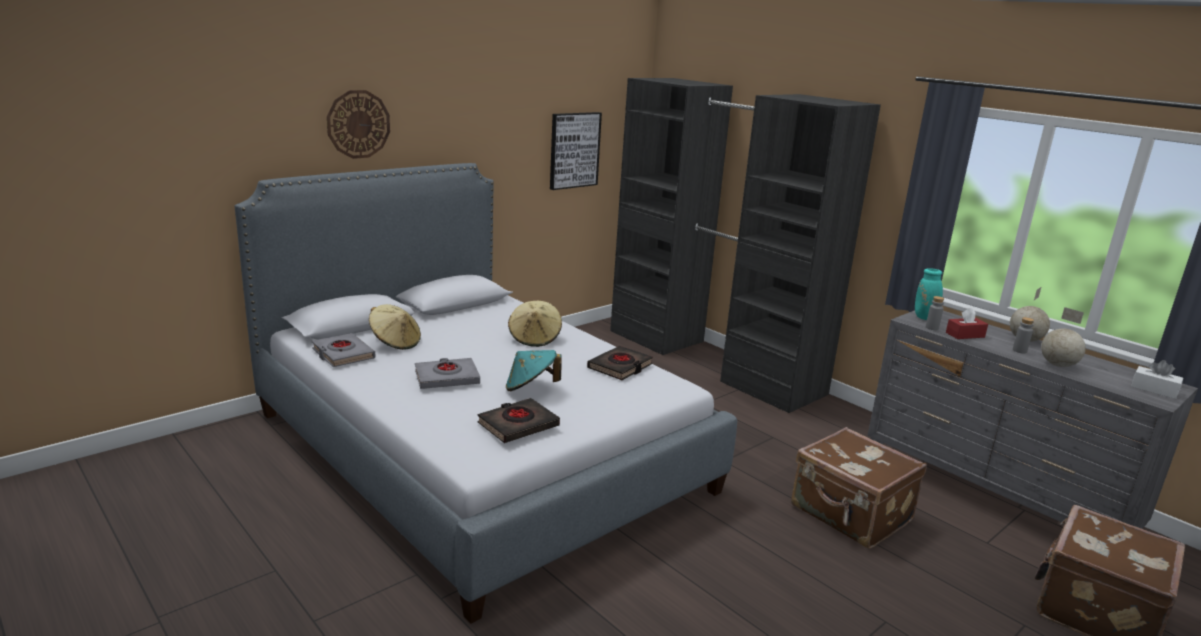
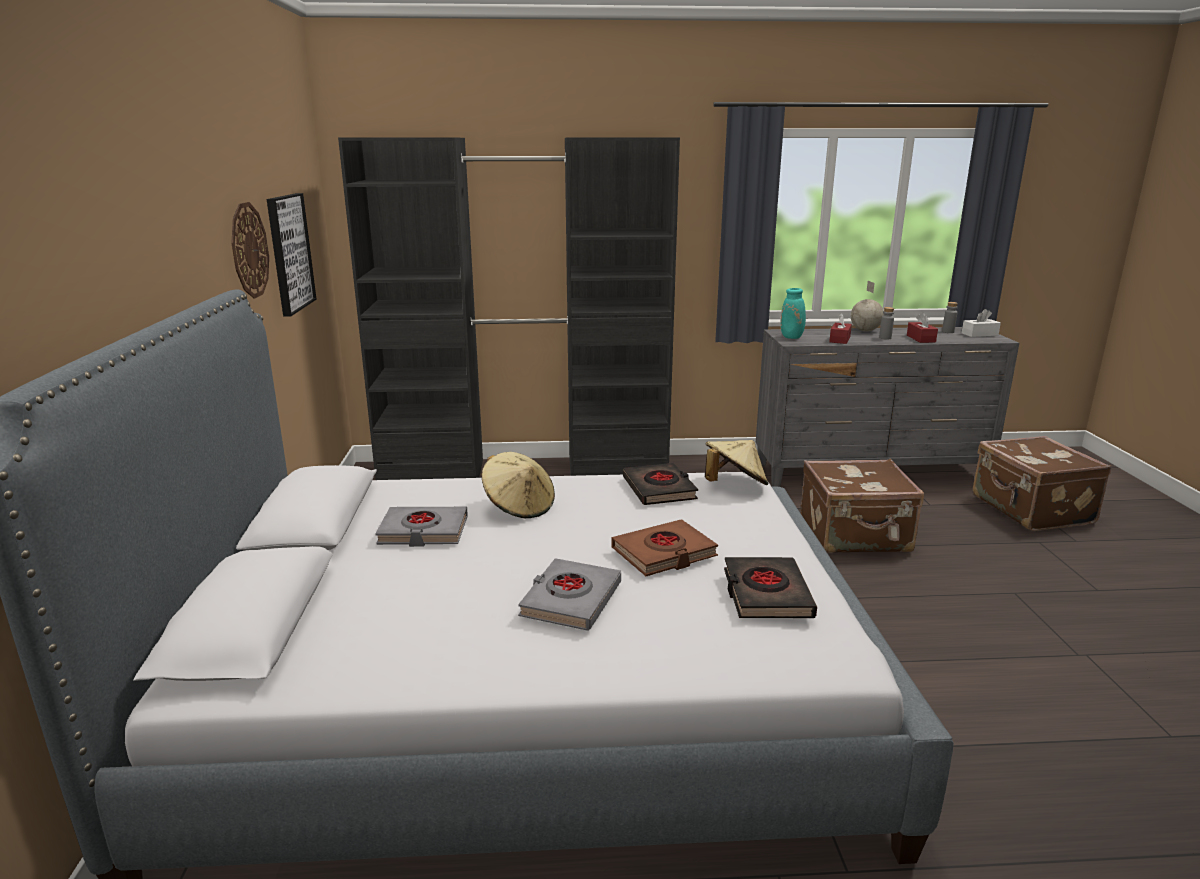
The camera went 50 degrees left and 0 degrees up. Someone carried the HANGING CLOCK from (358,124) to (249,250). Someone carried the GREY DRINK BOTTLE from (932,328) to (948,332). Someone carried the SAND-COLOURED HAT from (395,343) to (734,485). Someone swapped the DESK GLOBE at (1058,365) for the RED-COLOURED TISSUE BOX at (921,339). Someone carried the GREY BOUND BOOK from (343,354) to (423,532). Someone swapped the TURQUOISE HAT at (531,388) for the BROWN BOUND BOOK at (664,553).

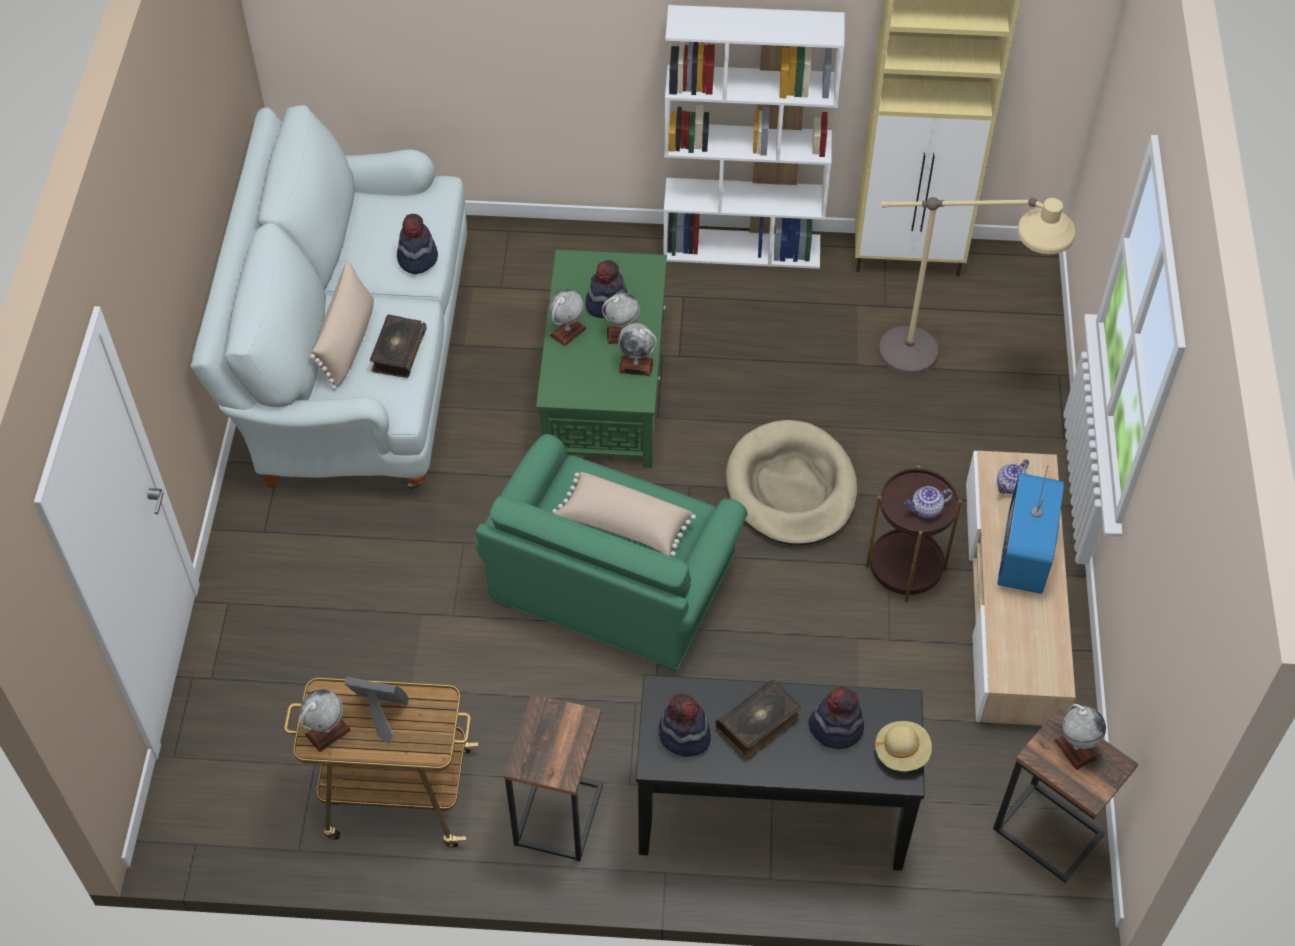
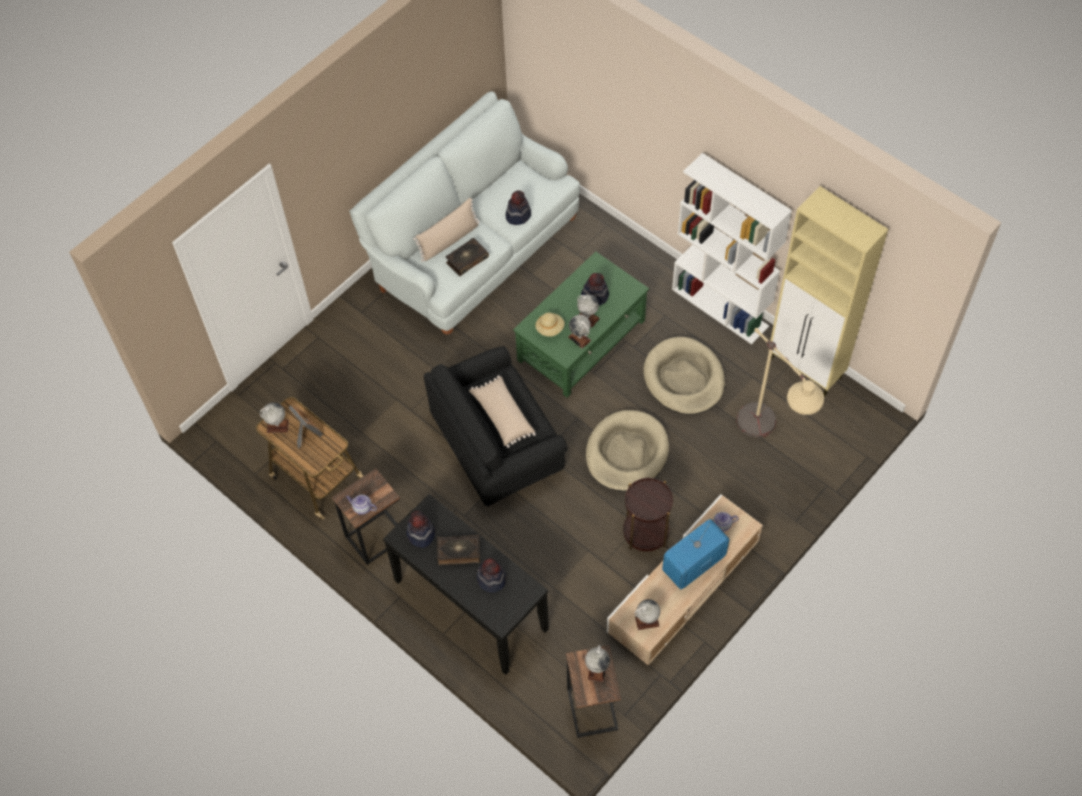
The camera went 40 degrees right and 5 degrees up. Someone carried the DESK GLOBE from (567,332) to (647,621). Someone repainted the GREEN-COLOURED EASY CHAIR at (612,580), which became the BLACK EASY CHAIR at (497,442). Someone carried the TEAPOT from (925,510) to (362,508). Someone carried the SAND-COLOURED HAT from (902,752) to (550,328). Someone put down the SAND-COLOURED PET BED at (684,378).

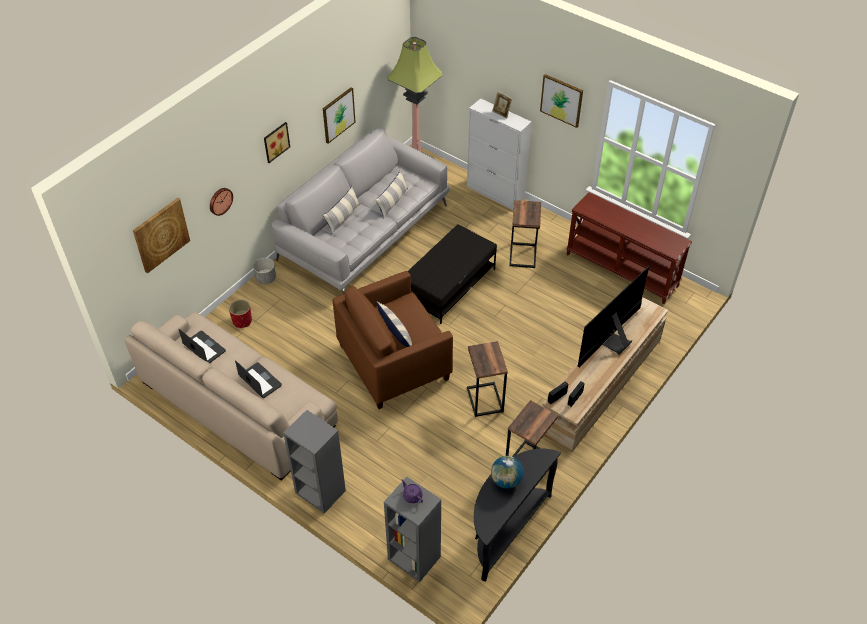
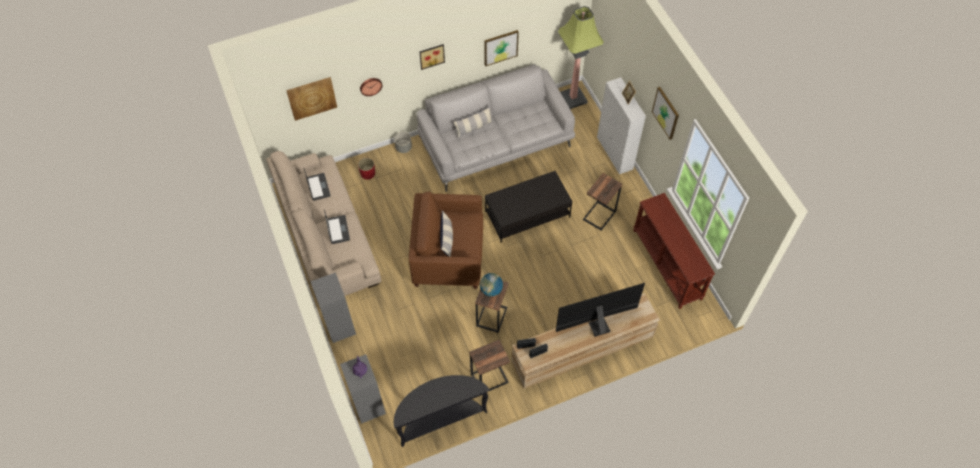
The camera went 30 degrees right and 10 degrees up. Someone took away the CUSHION at (392,202). Someone carried the DESK GLOBE from (506,480) to (491,290).

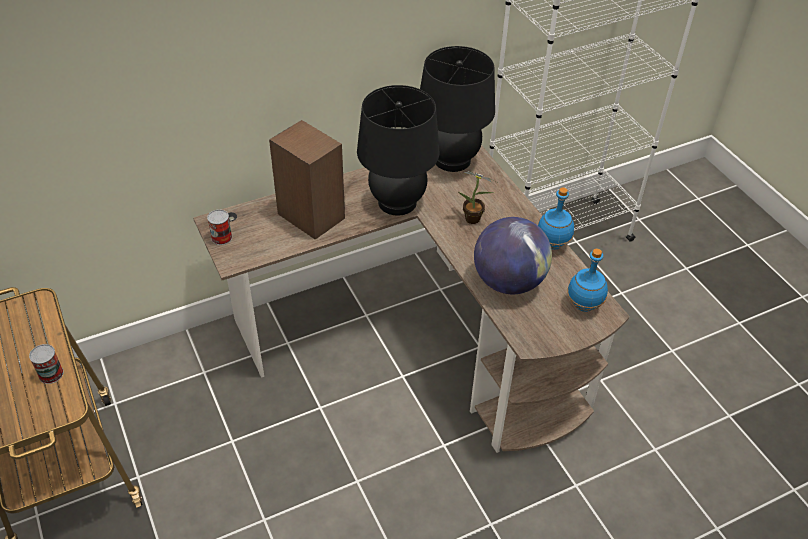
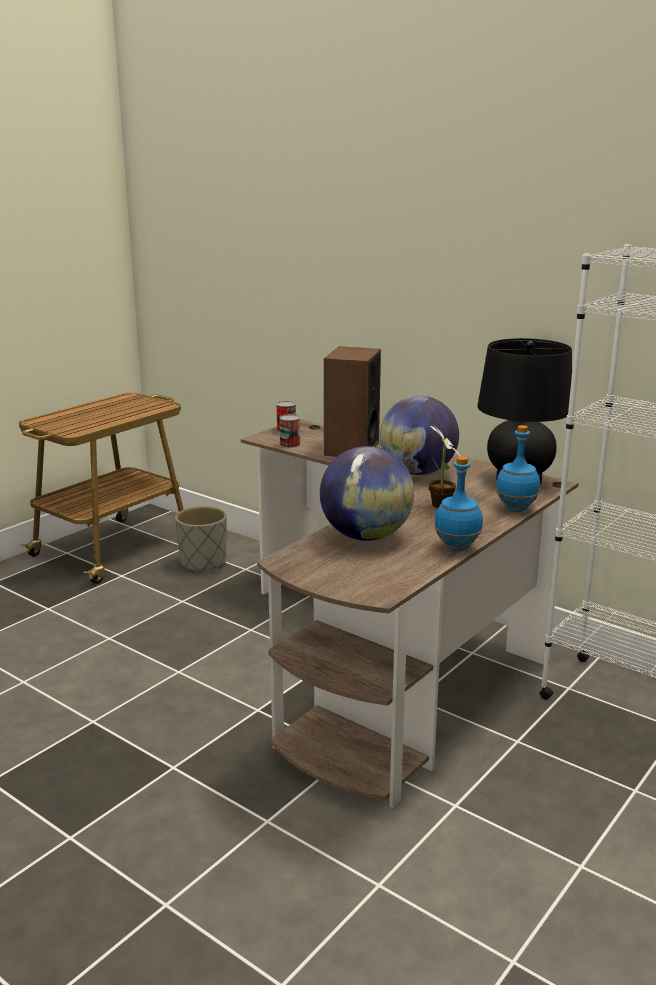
The camera went 65 degrees right and 25 degrees down. Someone swapped the BLACK LAMP FOR A TABLE at (397,202) for the DESK GLOBE at (417,472). Someone carried the BLUISH DRINK BOTTLE from (583,305) to (515,508). Someone carried the METAL CAN from (51,374) to (290,444). Someone put down the GREY PLANTER at (203,563).

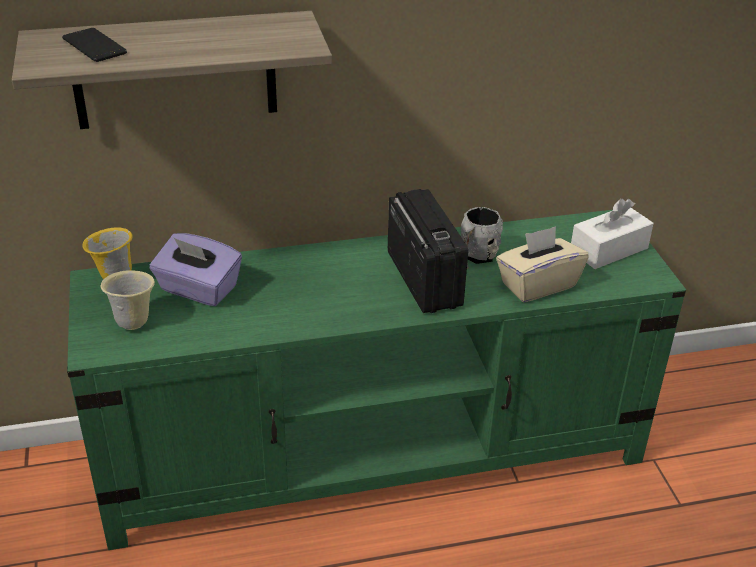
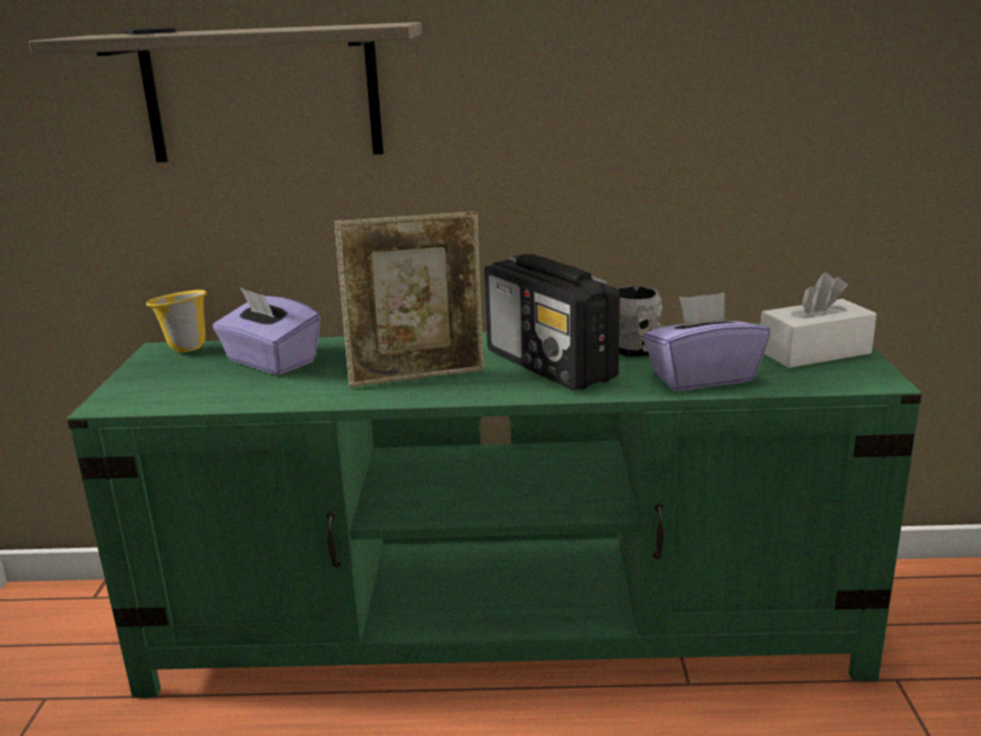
The camera went 15 degrees right and 15 degrees down. Someone rotated the RADIO RECEIVER at (423,278) by 150 degrees clockwise. Someone repainted the SAND-COLOURED TISSUE BOX at (537,284), which became the PURPLE TISSUE BOX at (702,377). Someone took away the SAND-COLOURED MUG at (134,321). Someone put down the STANDING FRAME at (418,376).

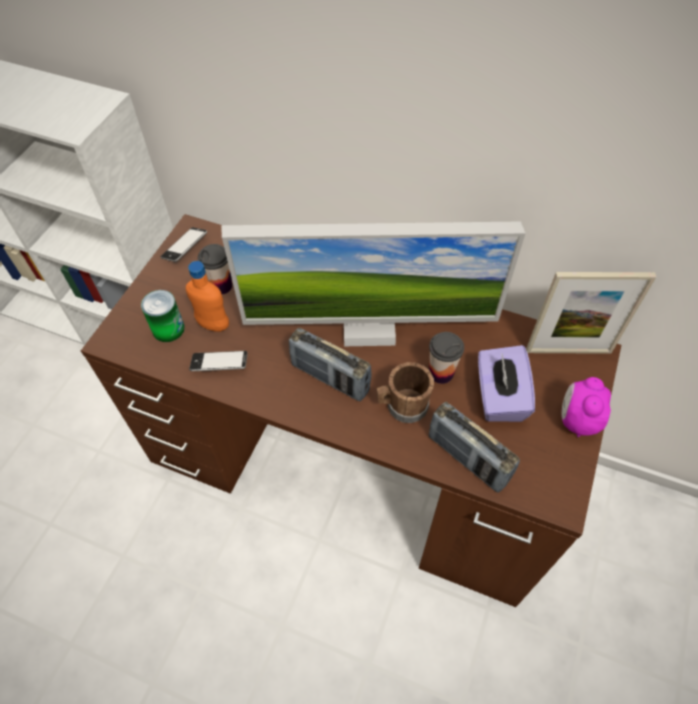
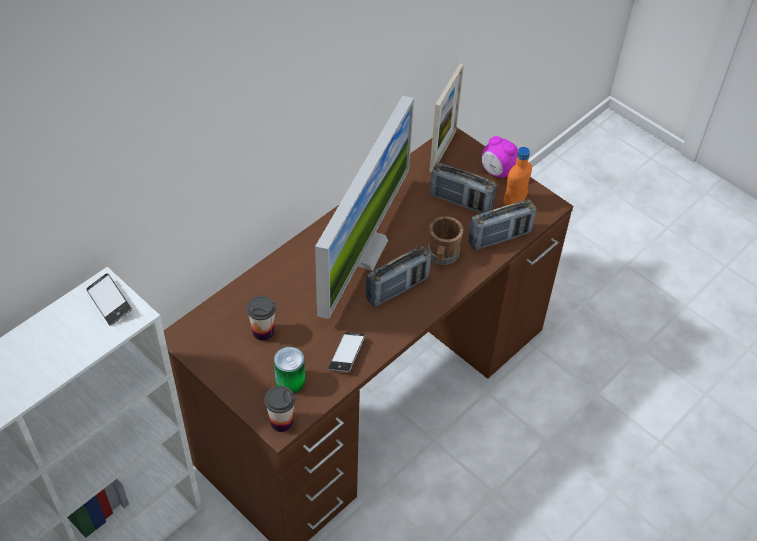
The camera went 70 degrees left and 5 degrees down. Someone carried the PHONE from (185,247) to (109,302). Someone carried the ORANGE DRINK BOTTLE from (213,325) to (514,201). Someone carried the CUP from (441,373) to (281,422). Someone swapped the PURPLE TISSUE BOX at (499,396) for the RADIO RECEIVER at (460,202).

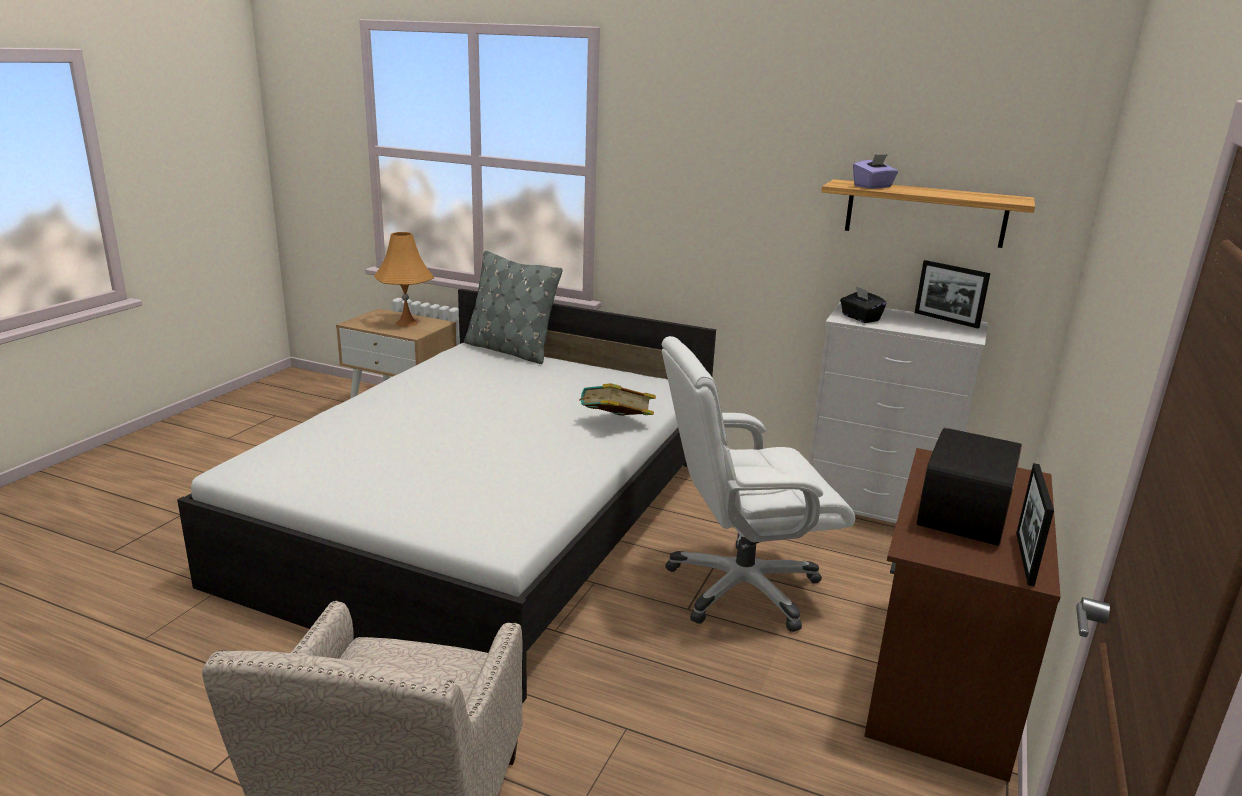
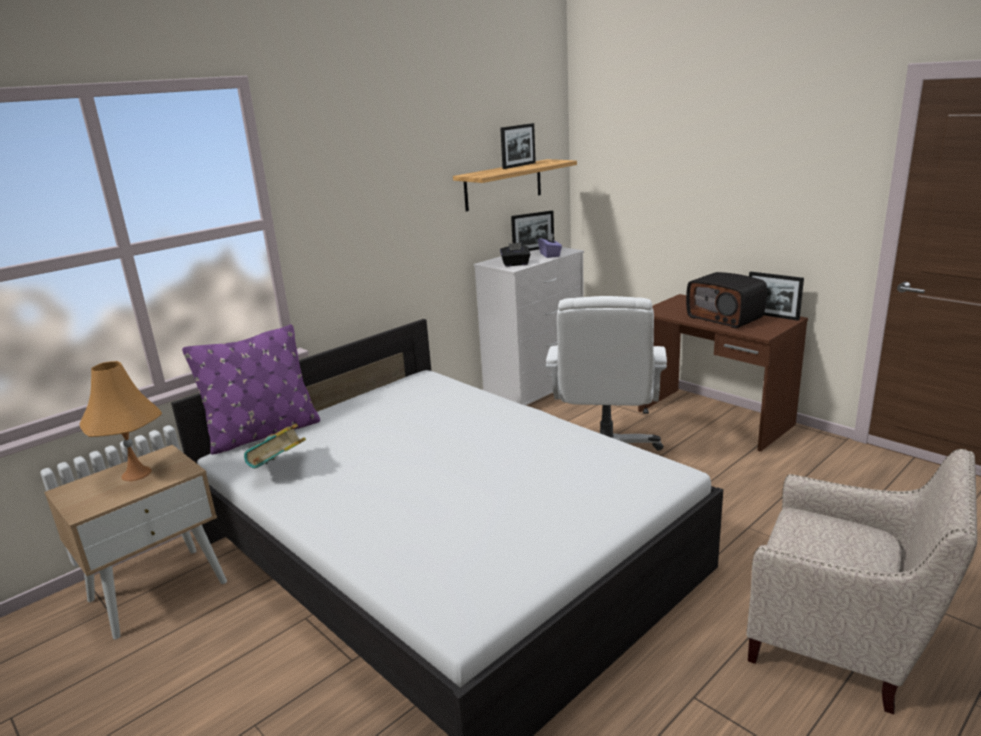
The camera went 65 degrees left and 0 degrees up. Someone carried the PURPLE TISSUE BOX from (873,187) to (550,255). Someone repainted the GREY CUSHION at (510,350), which became the PURPLE CUSHION at (263,433). Someone carried the BOUND BOOK from (615,424) to (280,469). Someone put down the STANDING FRAME at (519,165).

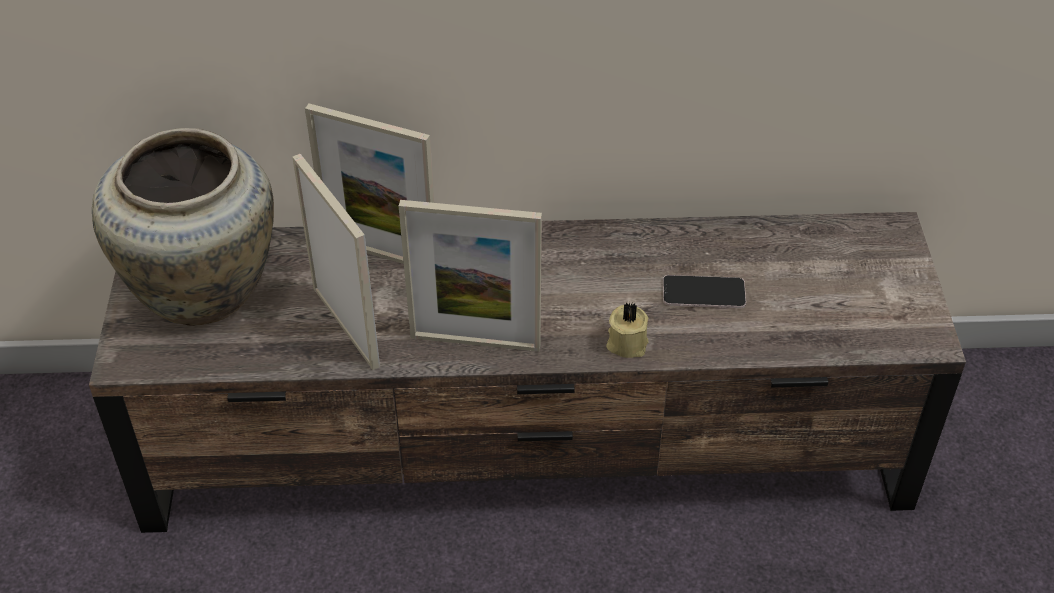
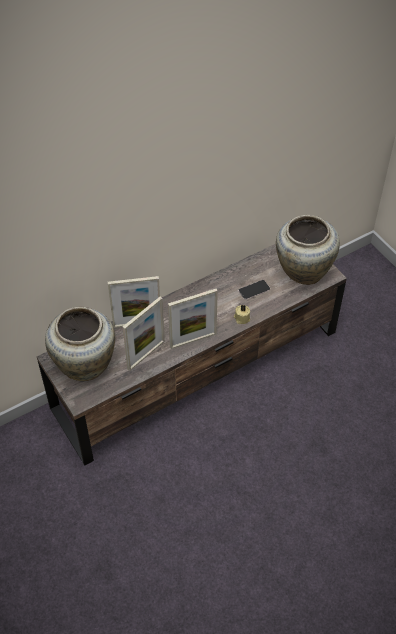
The camera went 30 degrees left and 5 degrees up. Someone rotated the STANDING FRAME at (346,327) by 105 degrees clockwise. Someone put down the SAND-COLOURED DECORATIVE VASE at (302,270).

